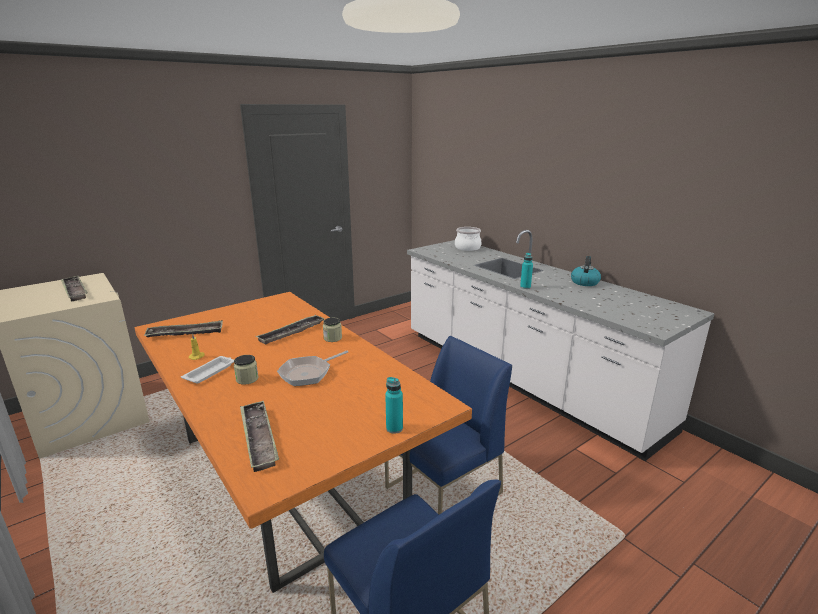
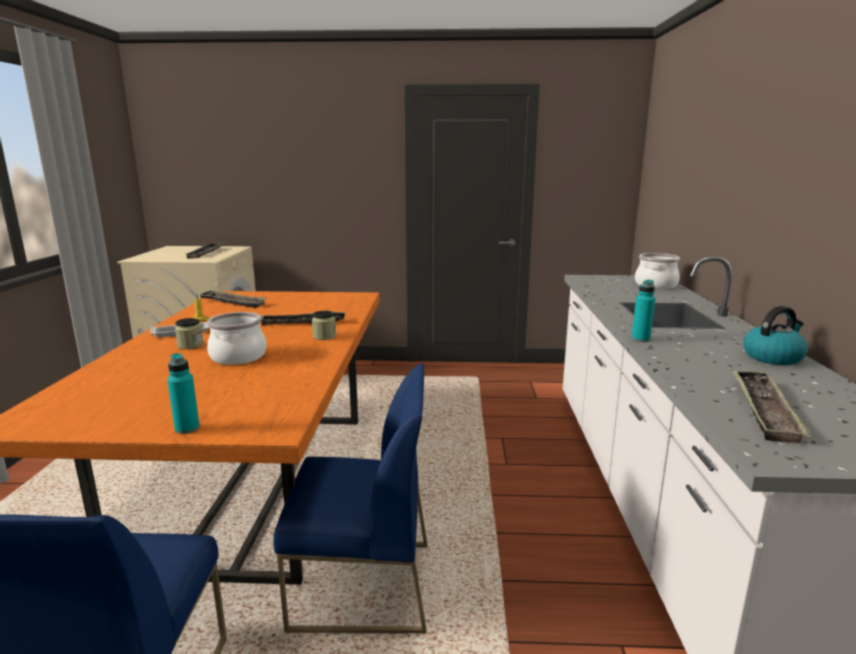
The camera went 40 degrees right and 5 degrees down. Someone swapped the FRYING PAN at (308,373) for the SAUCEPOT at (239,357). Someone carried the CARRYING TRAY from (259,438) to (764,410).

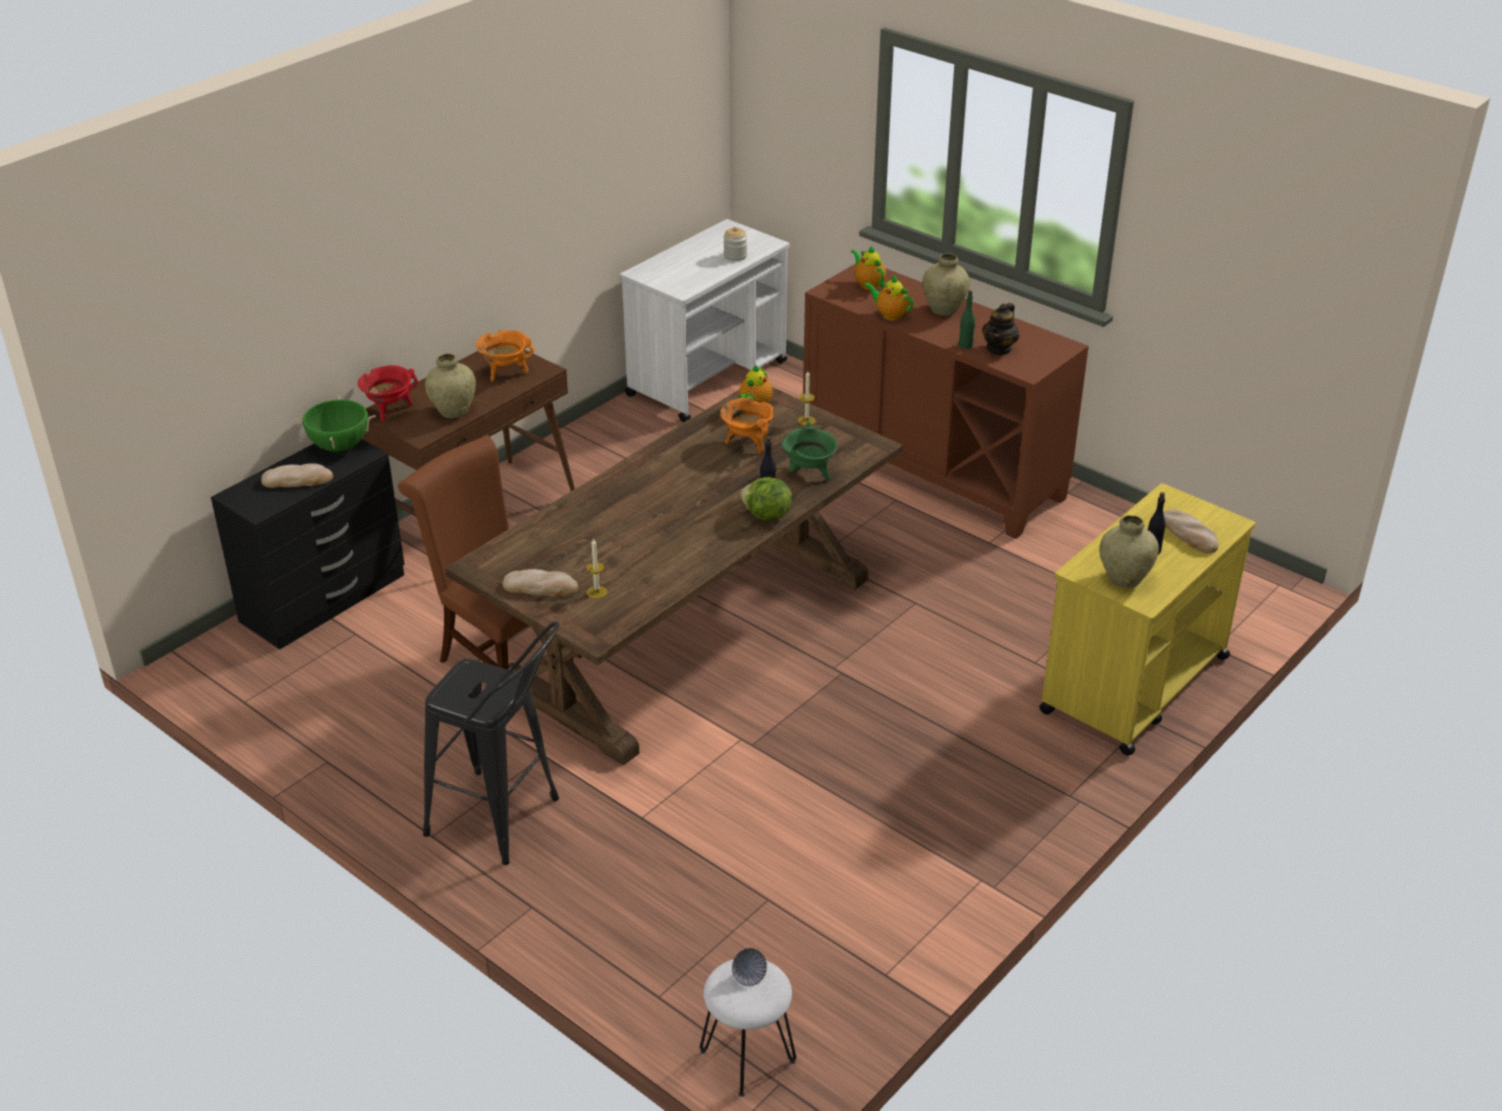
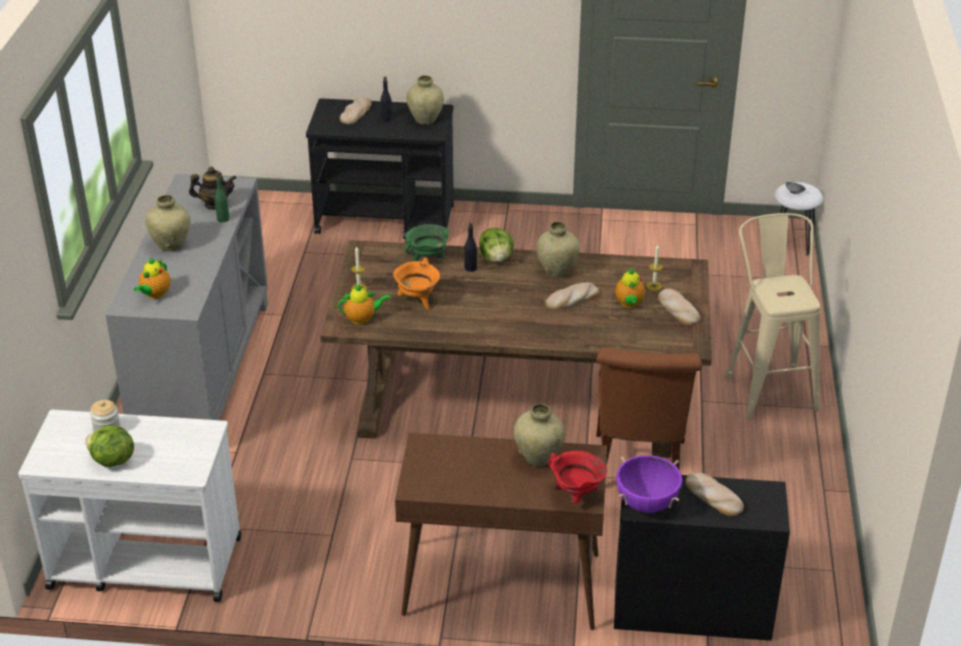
The camera went 125 degrees left and 0 degrees up. Someone repainted the BROWN STORAGE CABINET at (933,469), which became the GREY STORAGE CABINET at (202,372). Someone carried the TEAPOT from (889,315) to (629,304). Someone took away the ORANGE SAUCEPOT at (506,373). Someone repainted the GREEN-COLOURED SAUCEPOT at (340,446), which became the PURPLE SAUCEPOT at (646,503). Someone repainted the YELLOWISH CART at (1133,685), which became the BLACK CART at (386,220). Someone repainted the BLACK STOOL SEAT at (504,822), which became the SAND-COLOURED STOOL SEAT at (768,387). Someone put down the SAND-COLOURED DECORATIVE VASE at (557,271). Someone put down the BAKERY BREAD at (572,299). Someone put down the HEAD OF LETTUCE at (112,461).

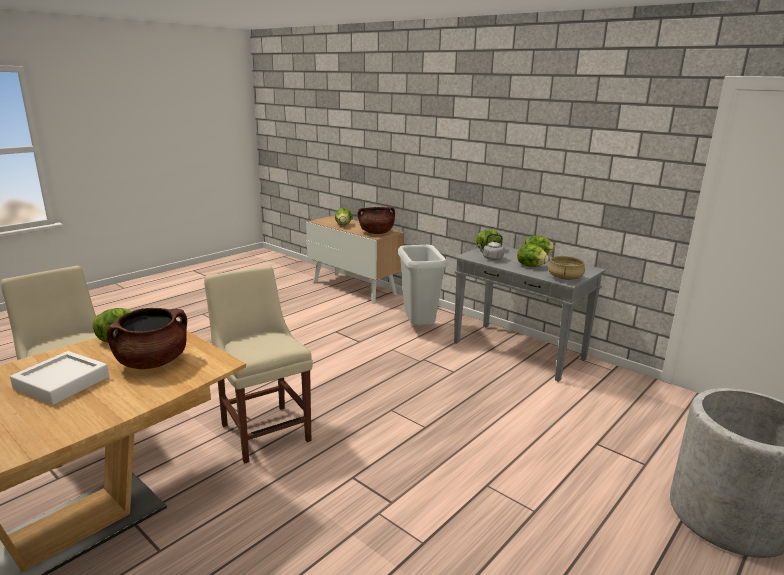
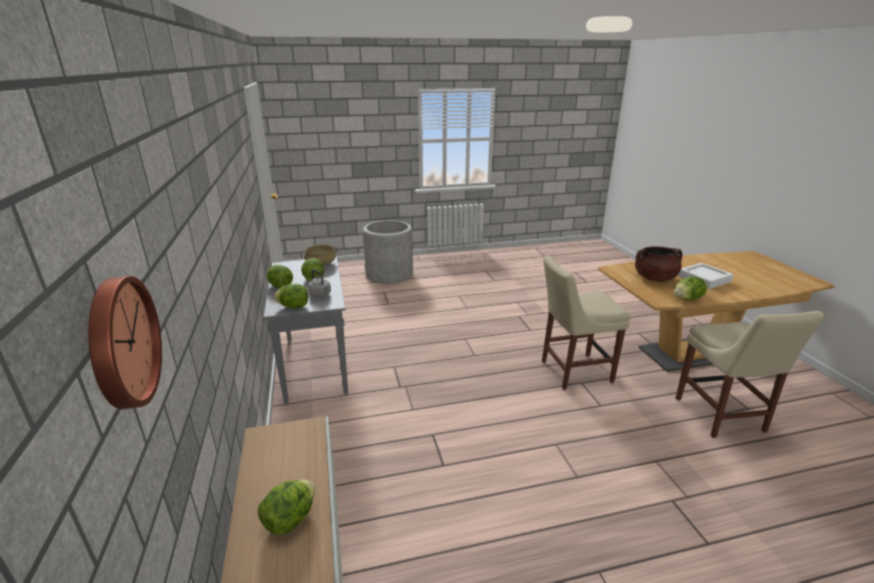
The camera went 145 degrees left and 5 degrees up. Someone took away the BROWN SAUCEPOT at (376,232). Someone took away the GREY TRASH CAN at (418,328). Someone rotated the SAND-COLOURED UPRIGHT CHAIR at (264,430) by 75 degrees clockwise. Someone put up the HANGING CLOCK at (120,342).

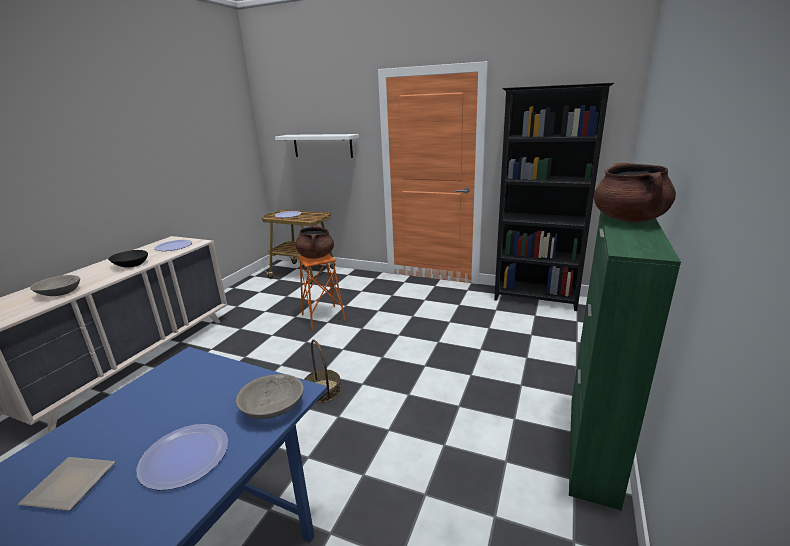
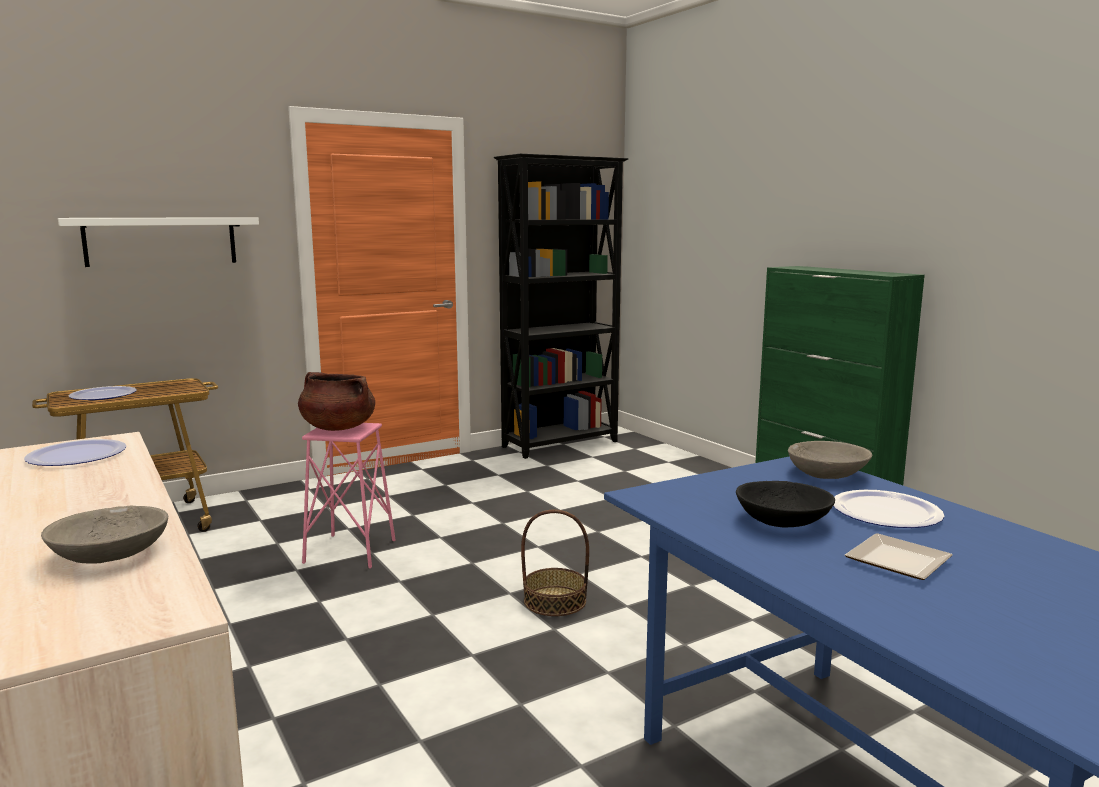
The camera went 55 degrees left and 10 degrees down. Someone took away the BROWN SAUCEPOT at (629,219). Someone carried the BLACK DEEP DISH from (131,264) to (782,521). Someone repainted the ORANGE STOOL SEAT at (323,317), which became the PINKISH STOOL SEAT at (350,551).

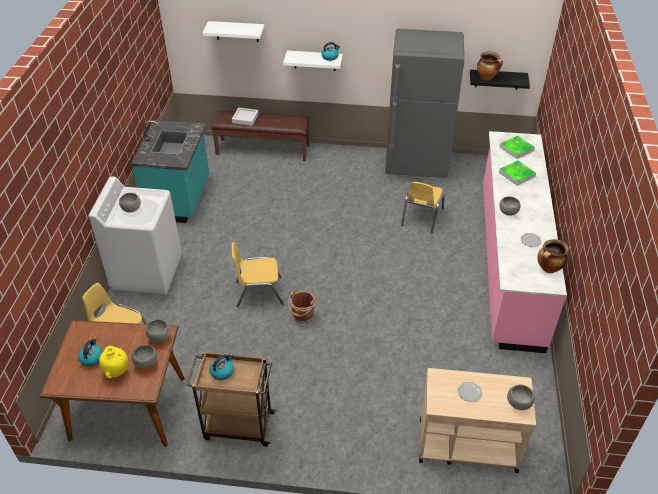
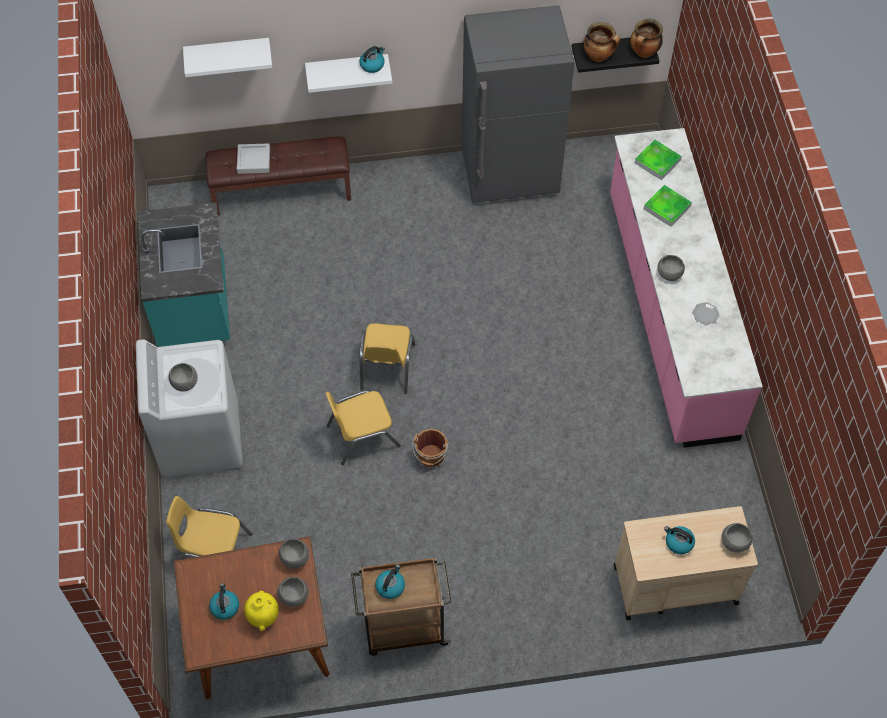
The camera went 15 degrees left and 15 degrees up. Someone carried the YELLOWISH UPRIGHT CHAIR from (421,217) to (386,367). Someone carried the SAUCEPOT from (548,269) to (644,53). Someone swapped the DINNER PLATE at (469,393) for the KETTLE at (678,542).

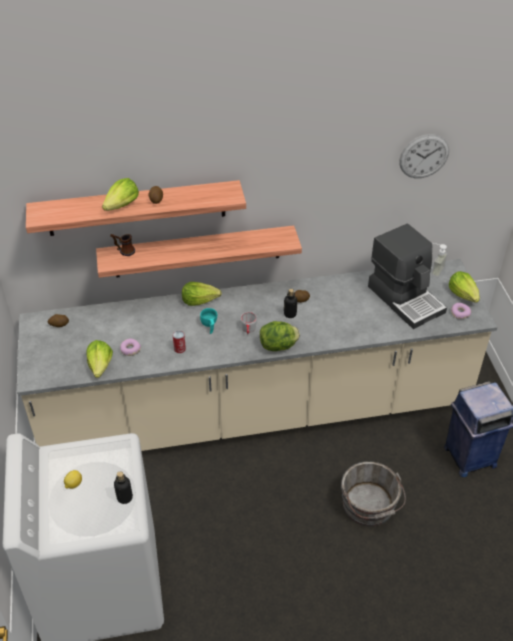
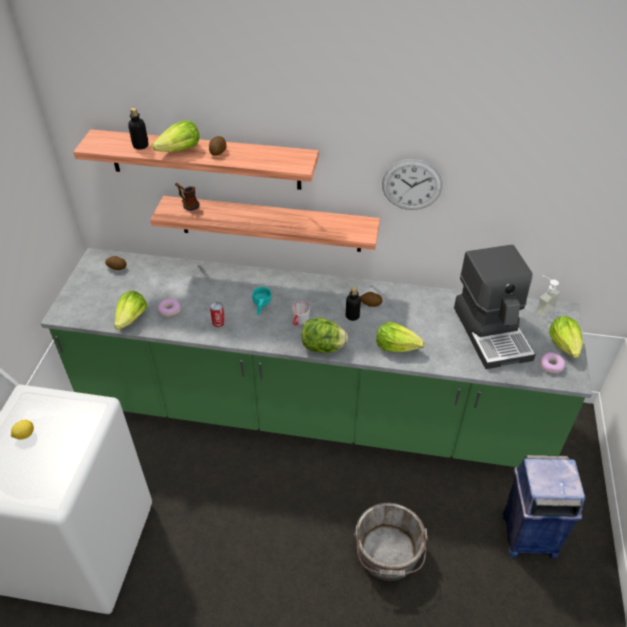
The camera went 20 degrees right and 0 degrees up. Someone carried the HANGING CLOCK from (424,156) to (411,185). Someone repainted the SAND-COLOURED COUNTER at (256,410), which became the GREEN-COLOURED COUNTER at (313,411). Someone carried the HEAD OF LETTUCE from (200,300) to (397,346). Someone carried the DRINK BOTTLE from (124,497) to (140,146).

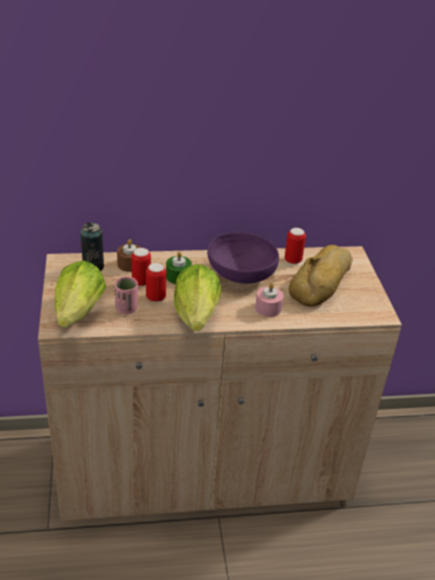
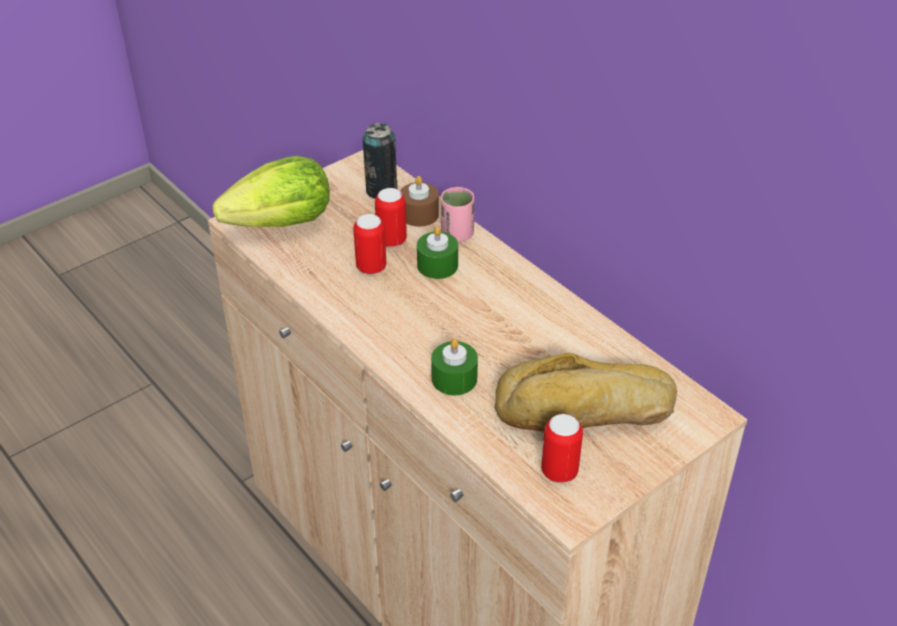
The camera went 60 degrees right and 5 degrees up. Someone carried the METAL CAN from (293,260) to (559,472). Someone took away the PURPLE DEEP DISH at (240,275). Someone took away the HEAD OF LETTUCE at (196,315). Someone carried the PINKISH CUP from (126,309) to (457,235). Someone repainted the PINKISH WAX LIGHT at (268,308), which became the GREEN-COLOURED WAX LIGHT at (454,378).

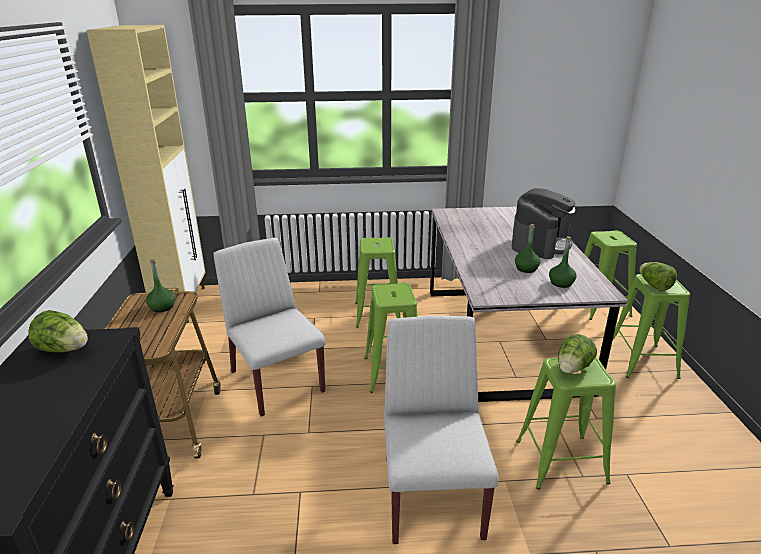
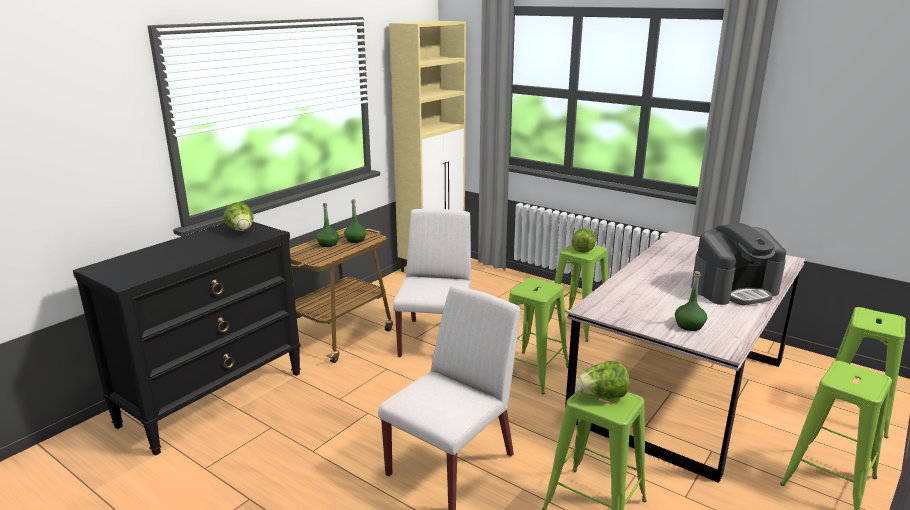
The camera went 40 degrees right and 5 degrees down. Someone carried the GREEN-COLOURED DRINK BOTTLE from (526,269) to (328,244). Someone carried the HEAD OF LETTUCE from (654,286) to (583,249).

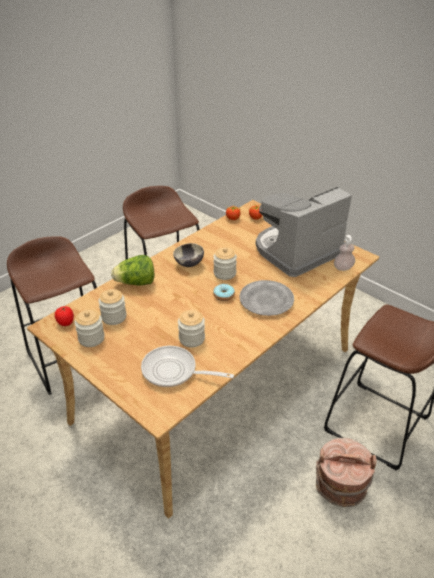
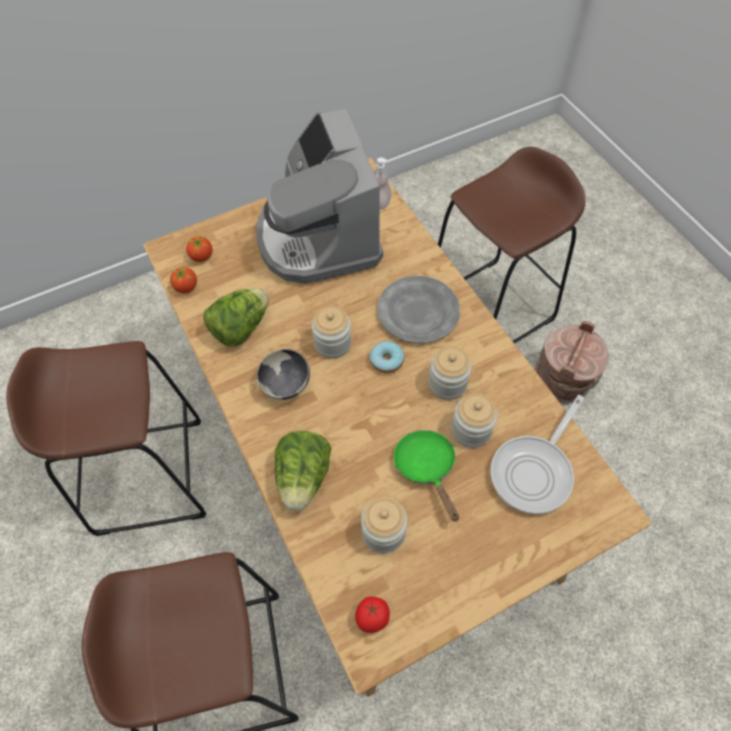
The camera went 70 degrees left and 20 degrees up. Someone carried the JAR from (91,338) to (447,383). Someone put down the HEAD OF LETTUCE at (240,328). Someone put down the GREEN-COLOURED FRYING PAN at (427,467).

